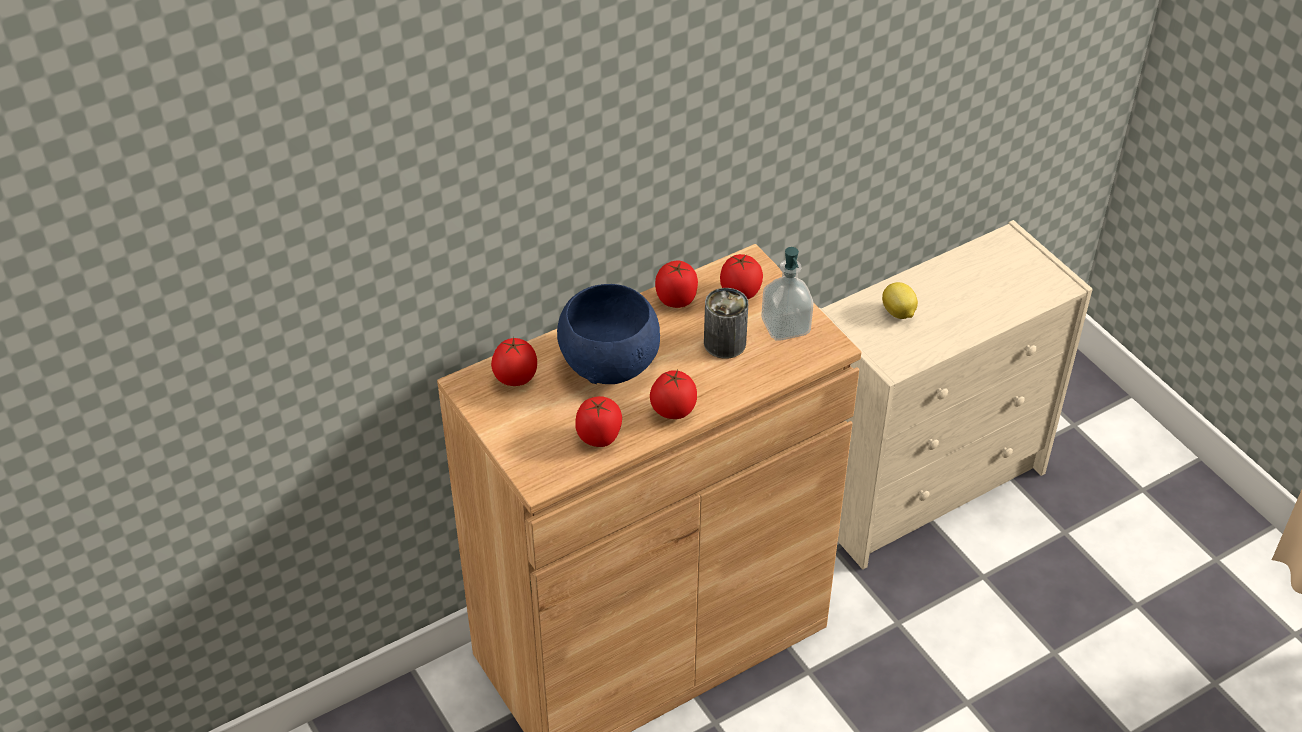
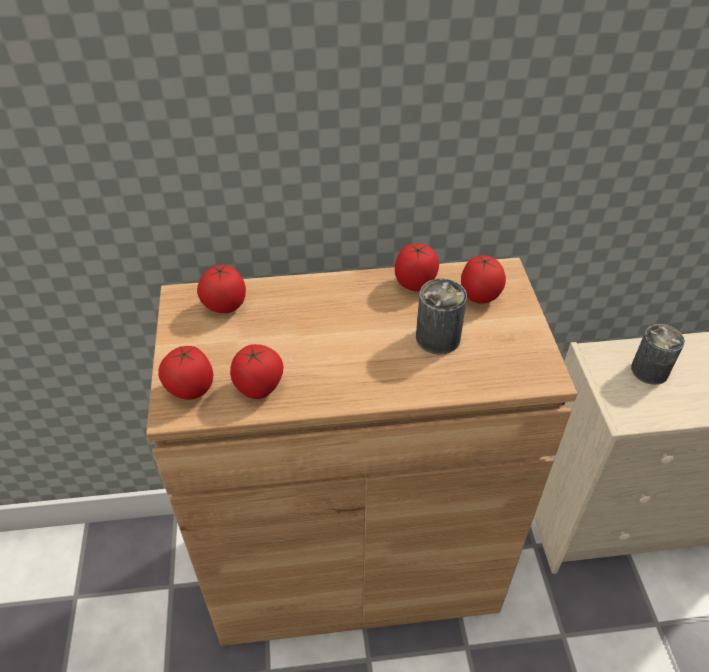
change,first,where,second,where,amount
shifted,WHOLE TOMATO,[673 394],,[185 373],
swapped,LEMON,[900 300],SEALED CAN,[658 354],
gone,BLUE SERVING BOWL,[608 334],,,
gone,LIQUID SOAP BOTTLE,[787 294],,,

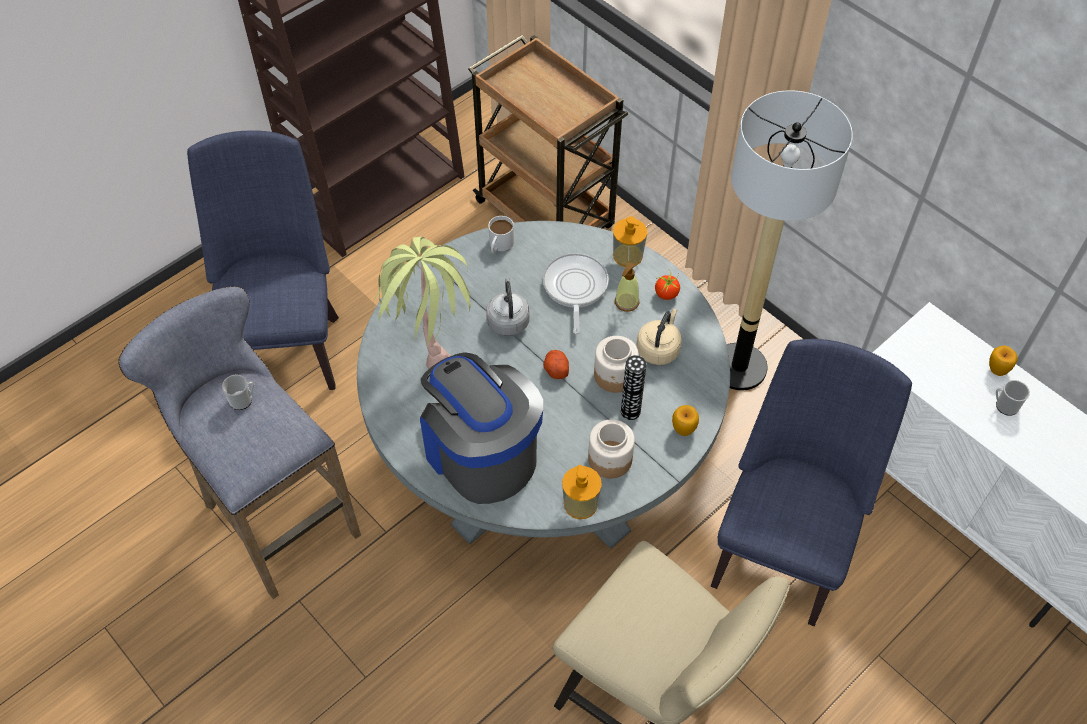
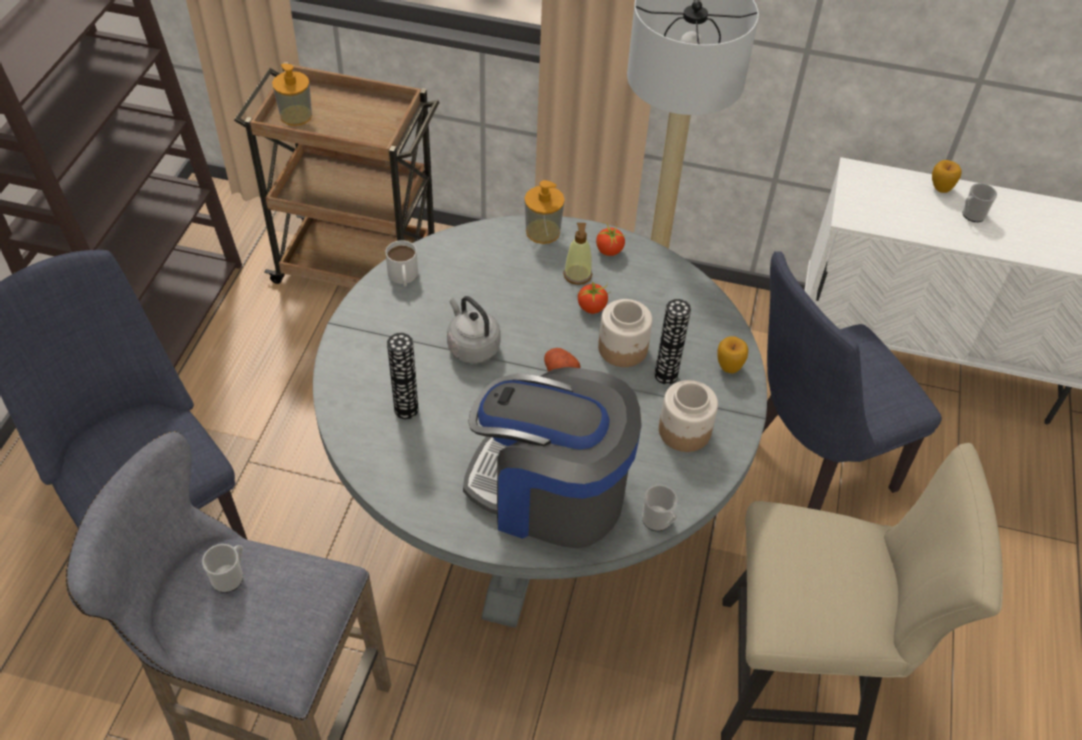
change,first,where,second,where,amount
shifted,LIQUID SOAP BOTTLE,[582 492],,[292 94],
swapped,PLANT IN A POT,[421 303],VASE,[403 376],
new,,,WHOLE TOMATO,[594 297],
new,,,MUG,[659 508],
rotated,BLUE UPRIGHT CHAIR,[811 482],,[852 380],105 degrees counterclockwise
gone,FRYING PAN,[576 293],,,
gone,BEIGE TEA KETTLE,[659 337],,,

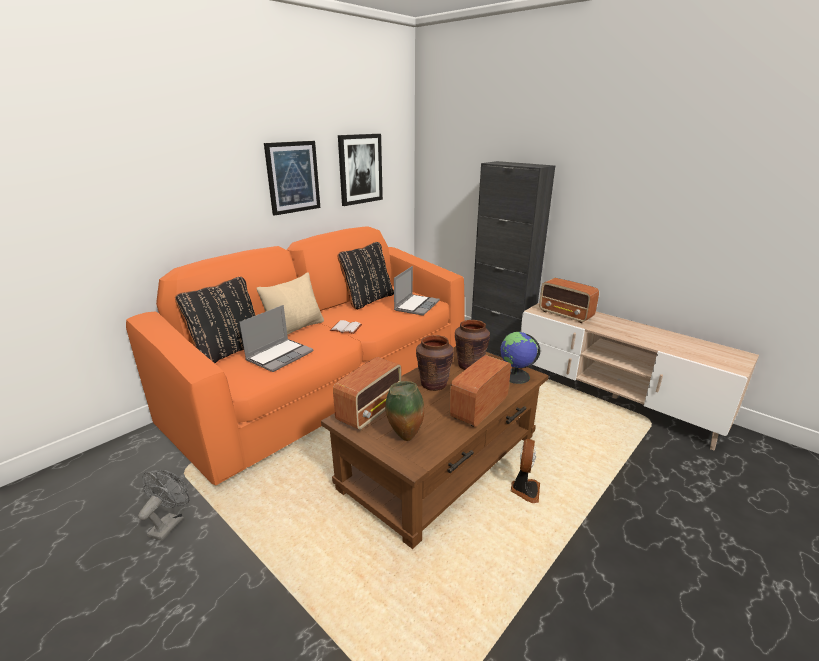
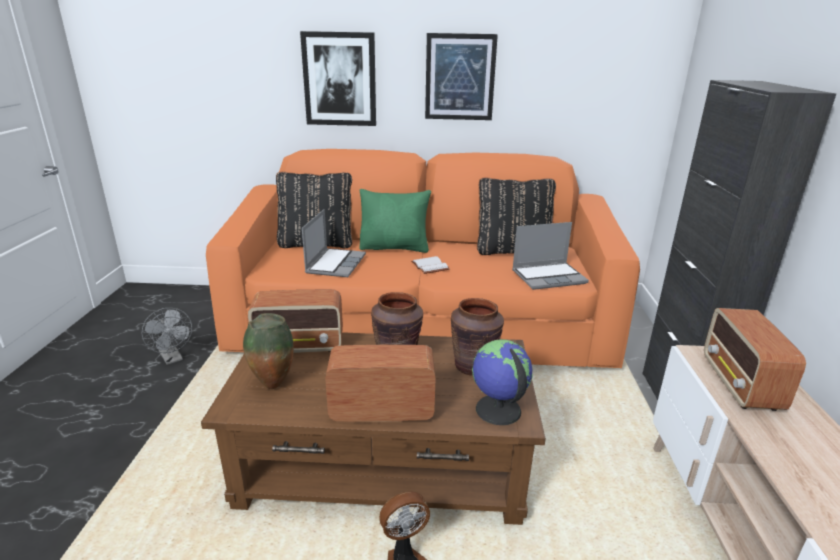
change,first,where,second,where,amount
rotated,GREYISH FAN,[163 505],,[167 336],75 degrees clockwise
shifted,PICTURE,[360 170],,[338 78],
rotated,PORTABLE COMPUTER,[276 338],,[334 243],75 degrees counterclockwise
repainted,BEIGE THROW PILLOW,[290 303],GREEN THROW PILLOW,[395 221],

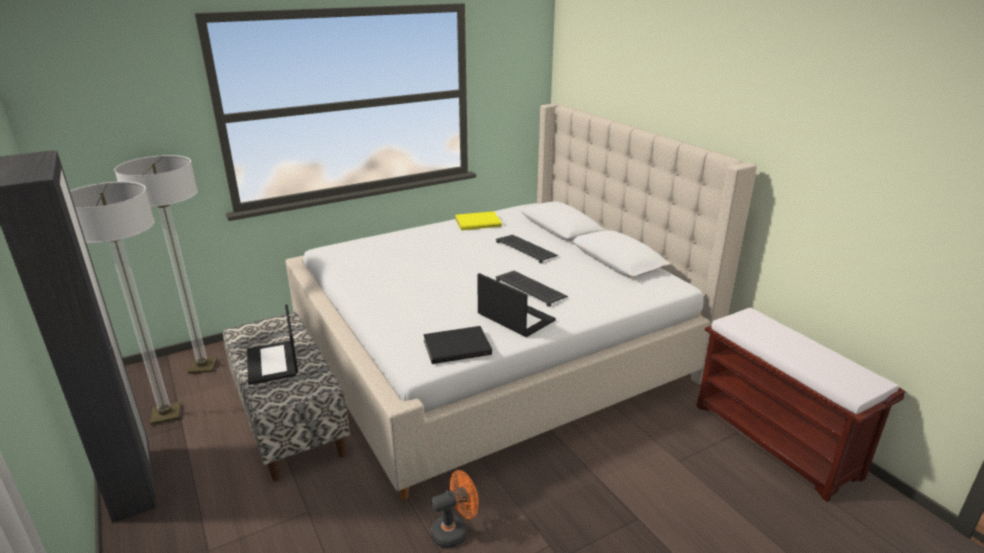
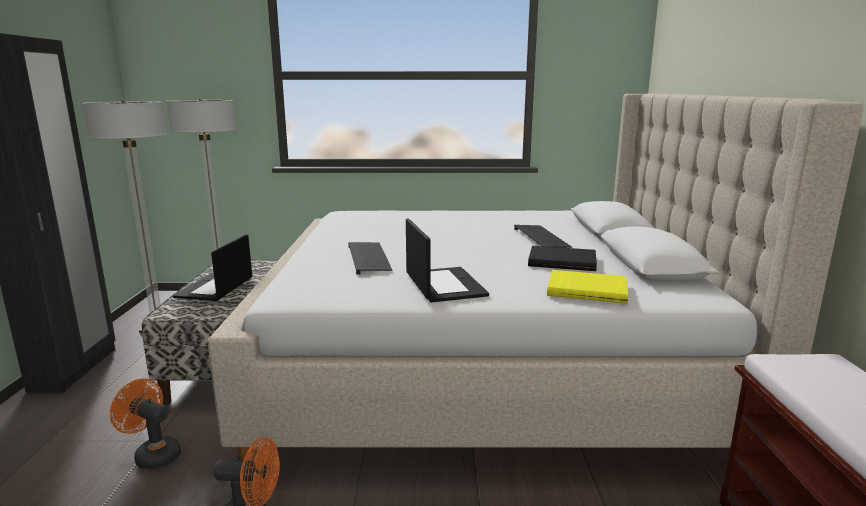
change,first,where,second,where,amount
new,,,ORANGE FAN,[145 424],
shifted,COMPUTER KEYBOARD,[531 289],,[370 258],
shifted,BLACKISH BOOK,[457 345],,[562 258],
shifted,YELLOWISH BOOK,[478 220],,[587 287],

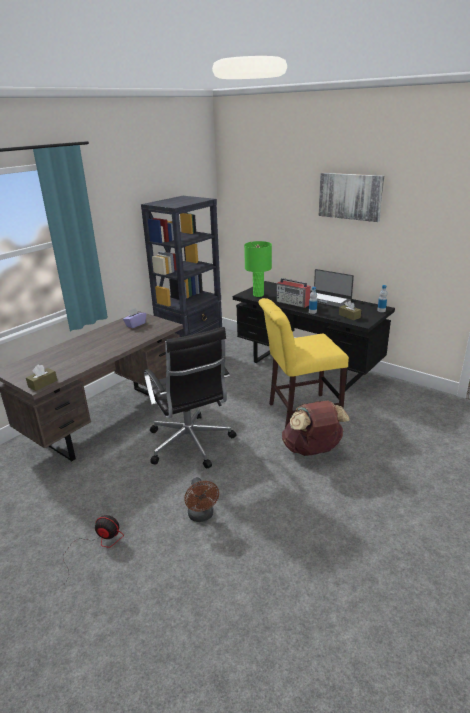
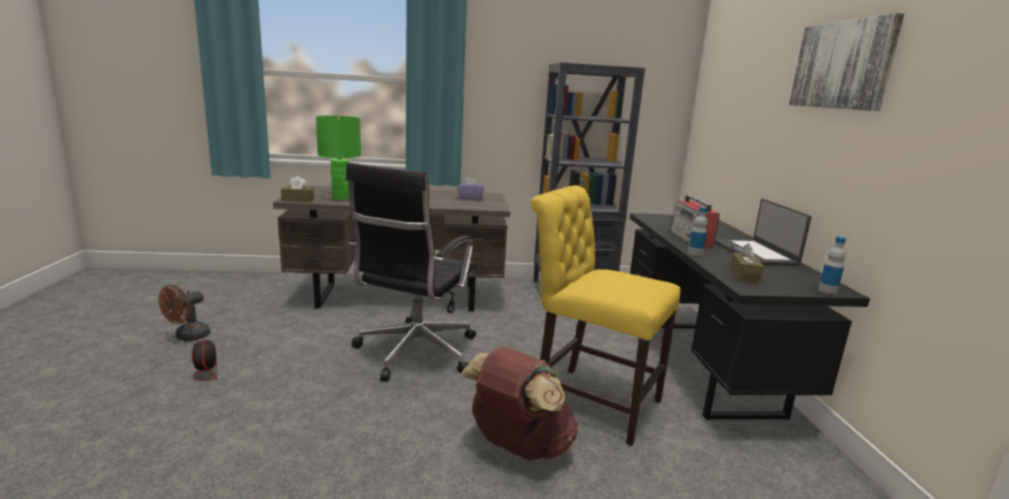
change,first,where,second,where,amount
shifted,BROWN FAN,[201 499],,[184 313],
shifted,GREEN TABLETOP LAMP,[258 269],,[338 158],

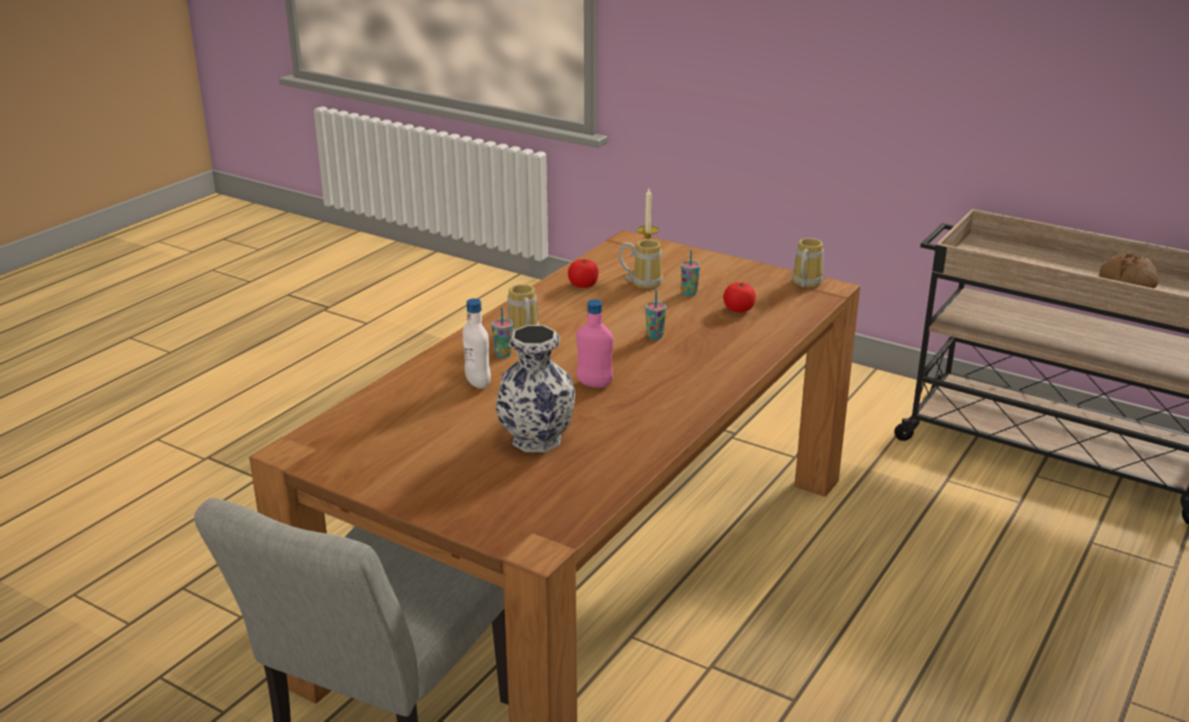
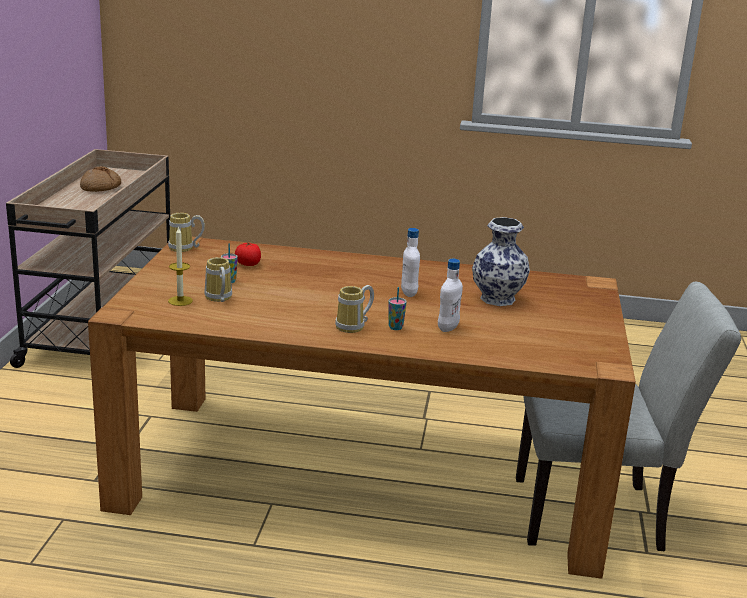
change,first,where,second,where,amount
repainted,PINK BOTTLE,[594 343],WHITE-COLOURED BOTTLE,[410 262],
gone,WHOLE TOMATO,[583 273],,,
gone,CUP,[656 315],,,

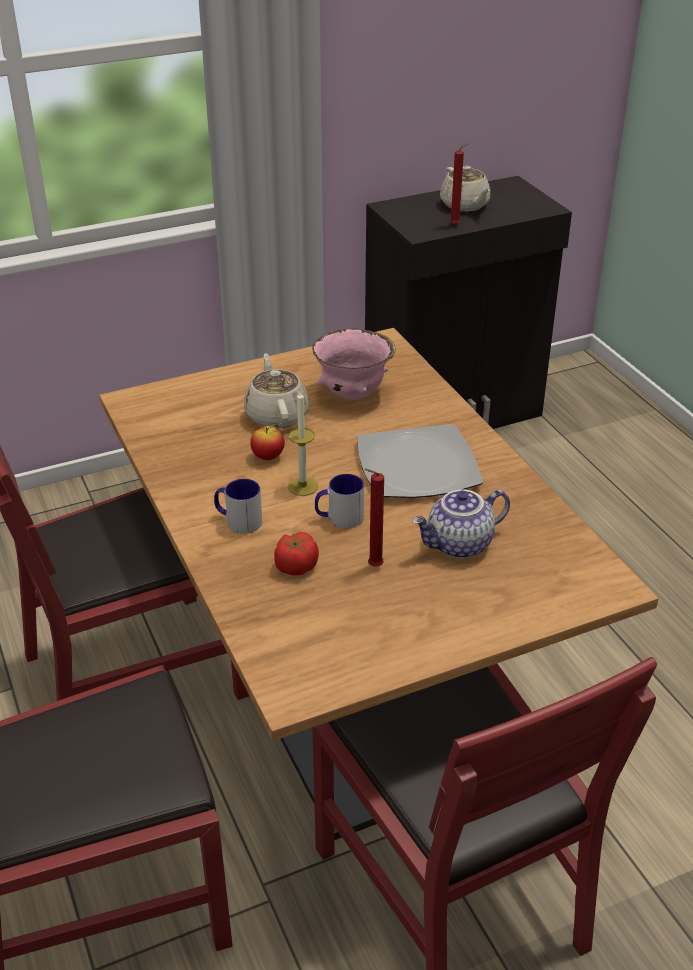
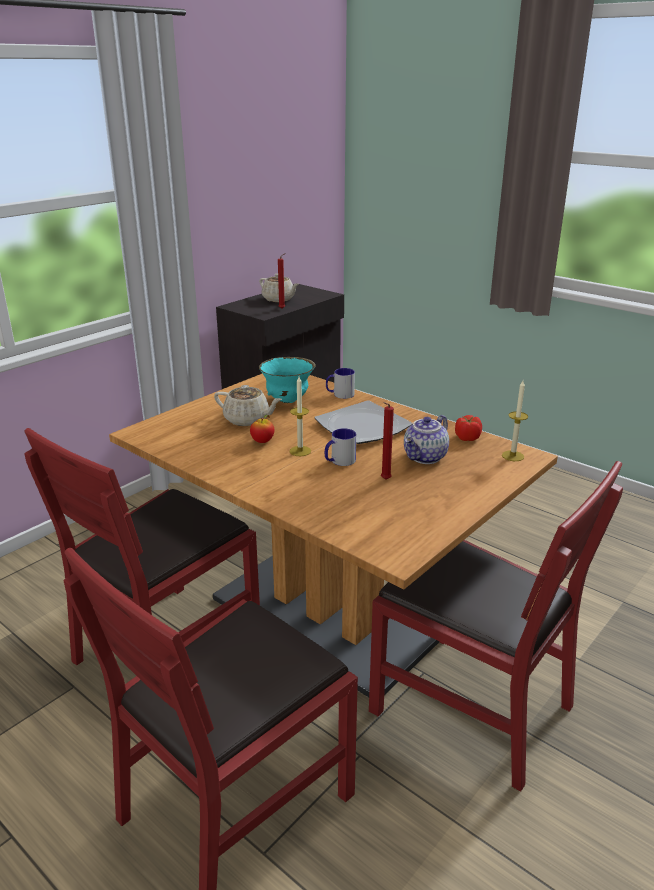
change,first,where,second,where,amount
rotated,BEIGE TEA POT,[276 391],,[248 405],150 degrees clockwise
repainted,PINK SERVING BOWL,[354 364],TURQUOISE-COLOURED SERVING BOWL,[287 380],
shifted,MUG,[238 506],,[340 383],
shifted,WHOLE TOMATO,[296 554],,[468 428],
new,,,WAX CANDLE,[515 421],

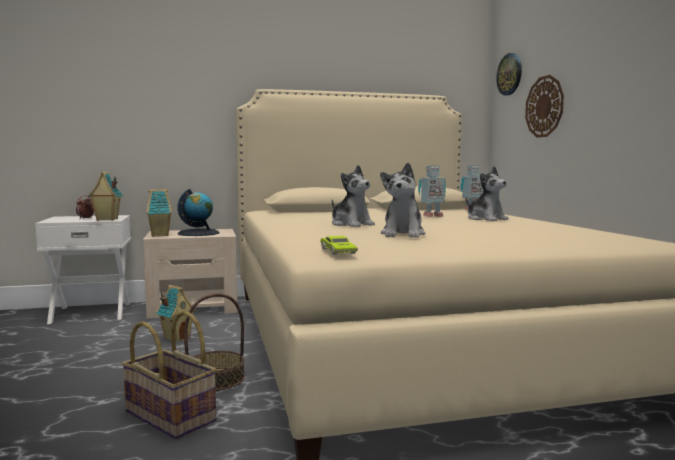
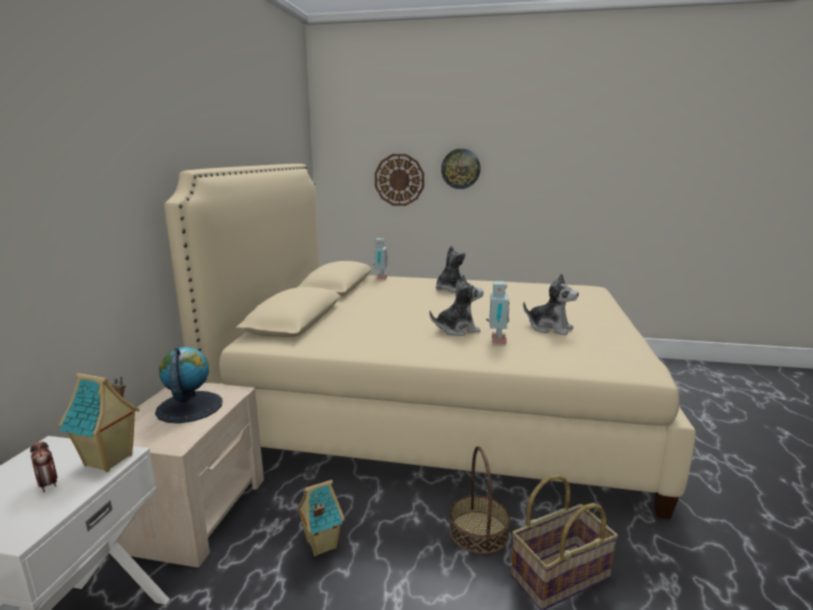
change,first,where,second,where,amount
rotated,SOFT TOY,[487 193],,[450 269],45 degrees counterclockwise
shifted,WALL CLOCK,[509 74],,[461 169],
shifted,TOY ROBOT,[432 191],,[498 312],
gone,TOY HOUSE,[159 213],,,
gone,GREEN TOY CAR,[339 245],,,

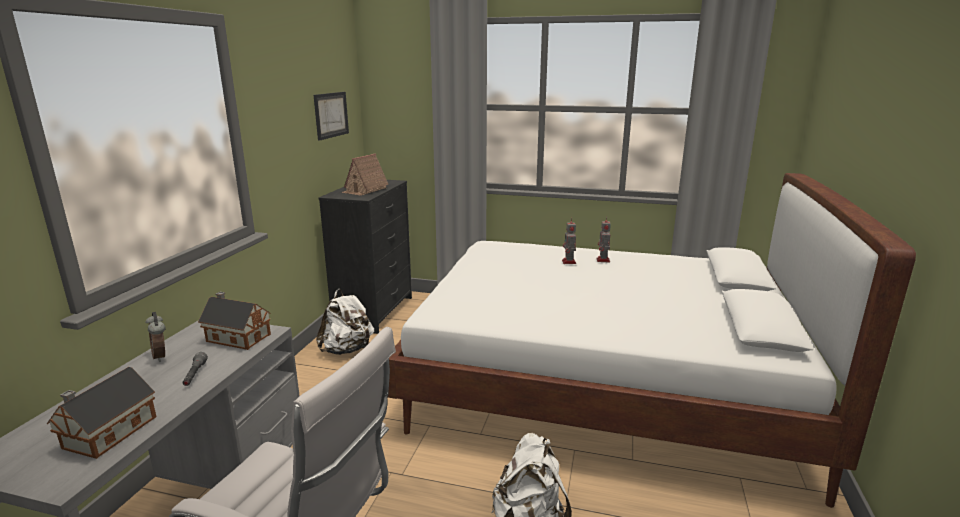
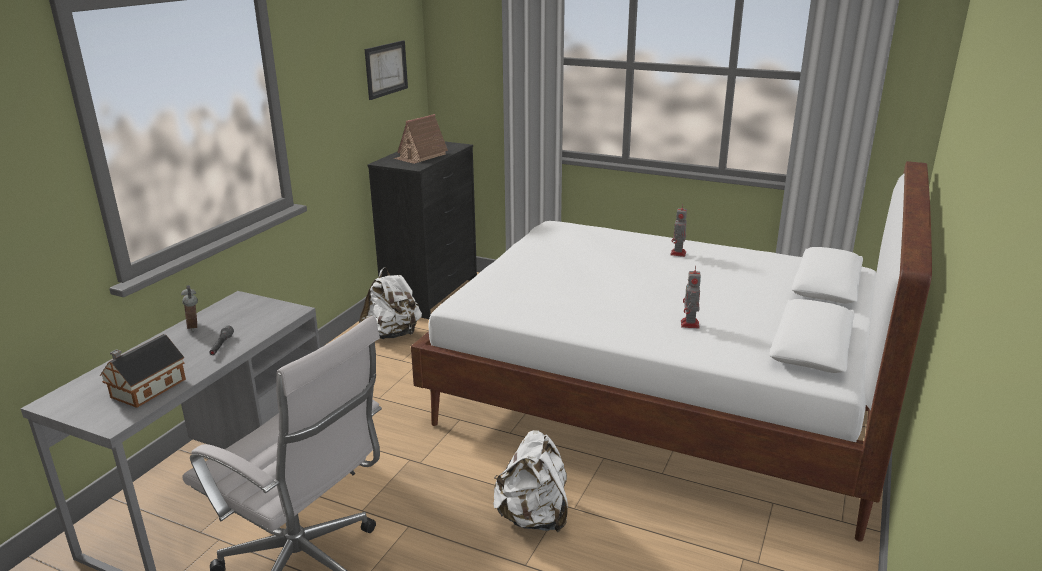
change,first,where,second,where,amount
shifted,TOY ROBOT,[569 241],,[691 297],
gone,TOY HOUSE,[234 321],,,

